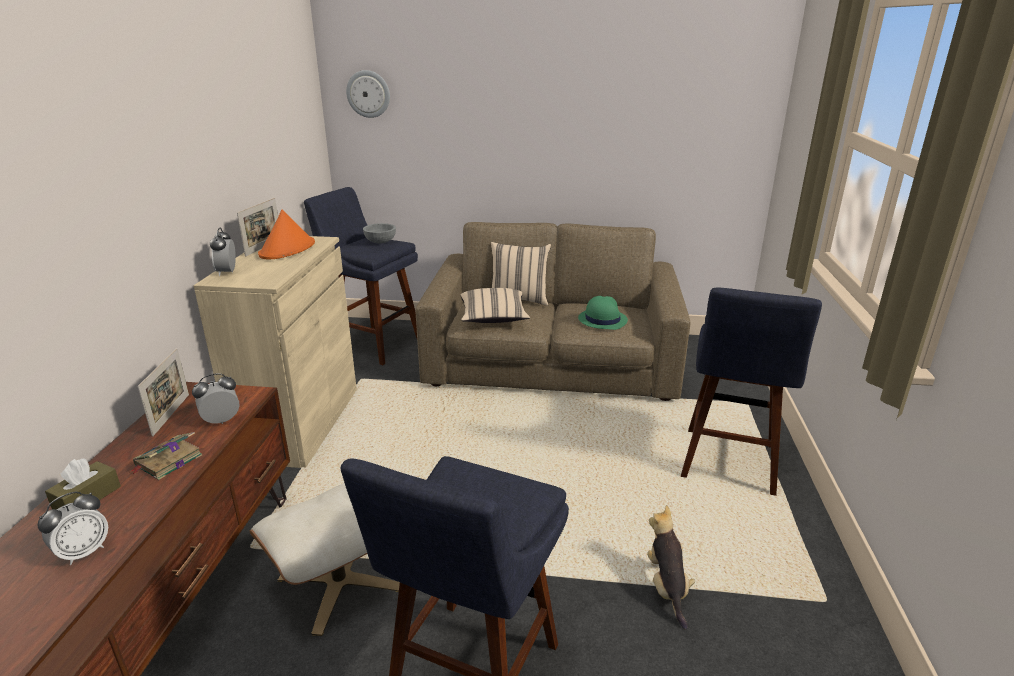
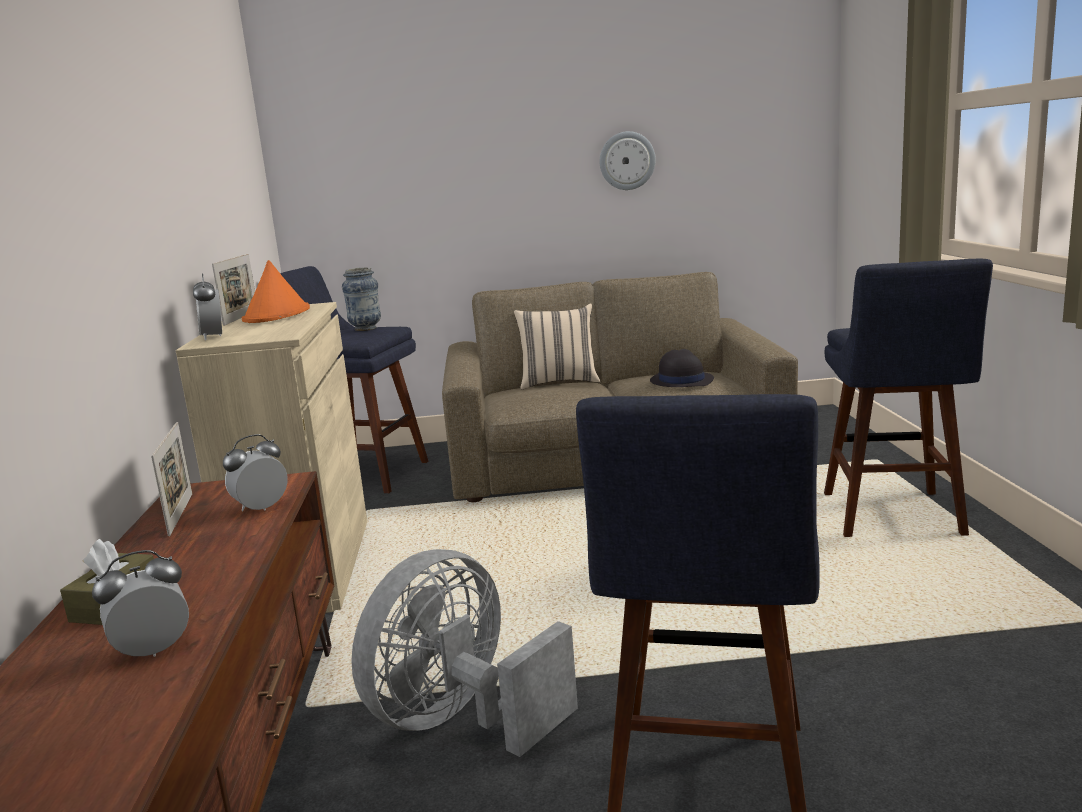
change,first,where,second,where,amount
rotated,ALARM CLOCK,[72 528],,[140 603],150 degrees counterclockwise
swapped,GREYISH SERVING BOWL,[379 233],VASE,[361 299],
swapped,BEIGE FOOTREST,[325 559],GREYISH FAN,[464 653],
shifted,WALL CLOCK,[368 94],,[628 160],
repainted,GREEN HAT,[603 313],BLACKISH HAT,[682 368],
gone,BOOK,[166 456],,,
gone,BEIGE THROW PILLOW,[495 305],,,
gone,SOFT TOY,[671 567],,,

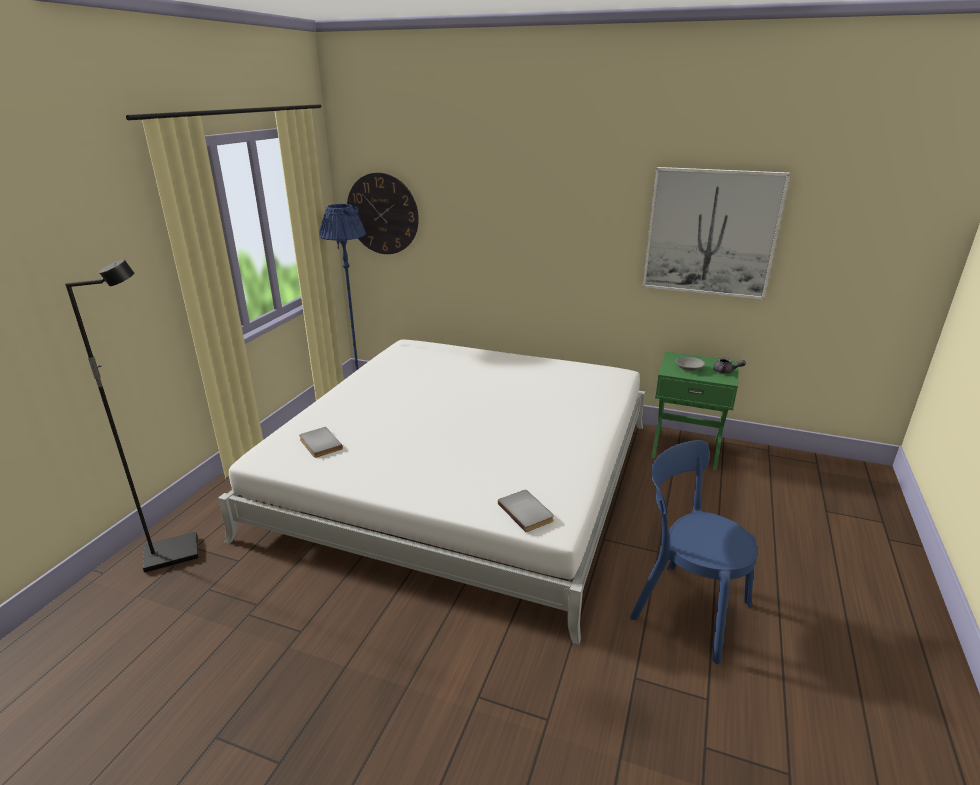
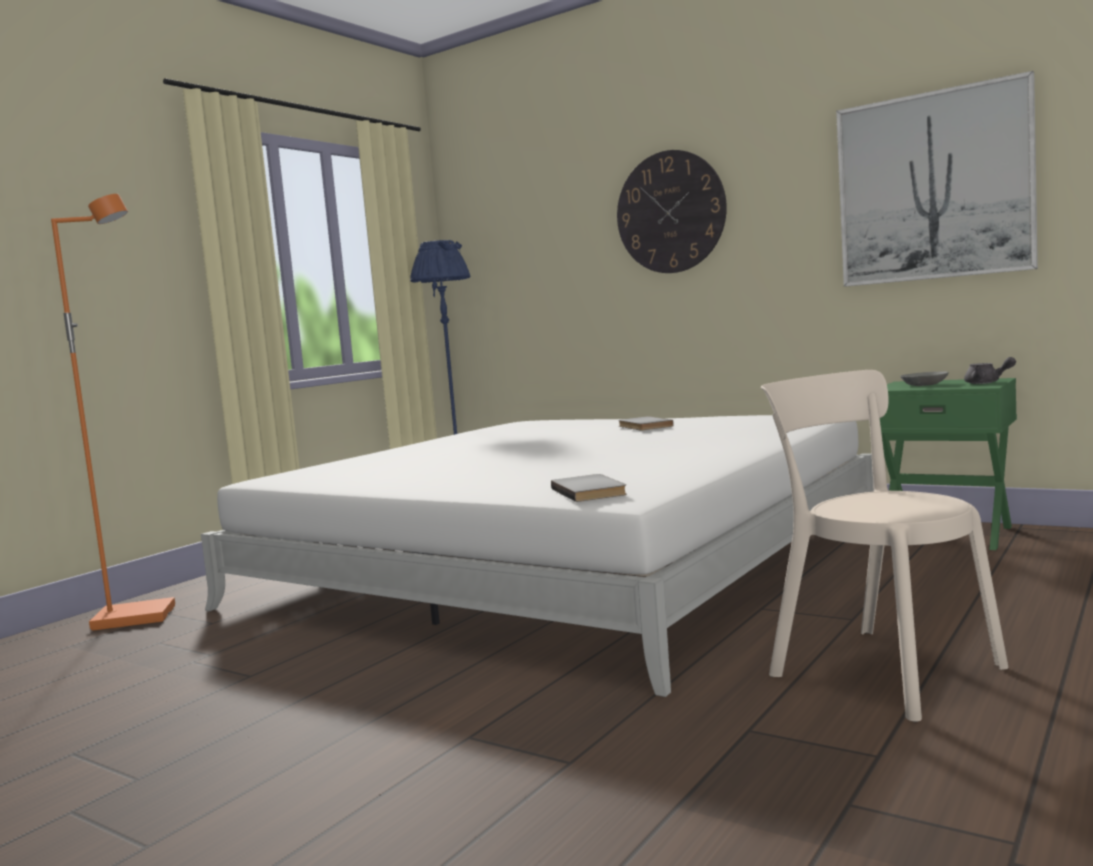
change,first,where,second,where,amount
repainted,BLACKISH STANDING LAMP,[132 416],ORANGE STANDING LAMP,[113 412],
shifted,WALL CLOCK,[383 213],,[672 211],
shifted,GREYISH BOOK,[321 442],,[646 423],
repainted,BLUE UPRIGHT CHAIR,[694 552],BEIGE UPRIGHT CHAIR,[884 546],

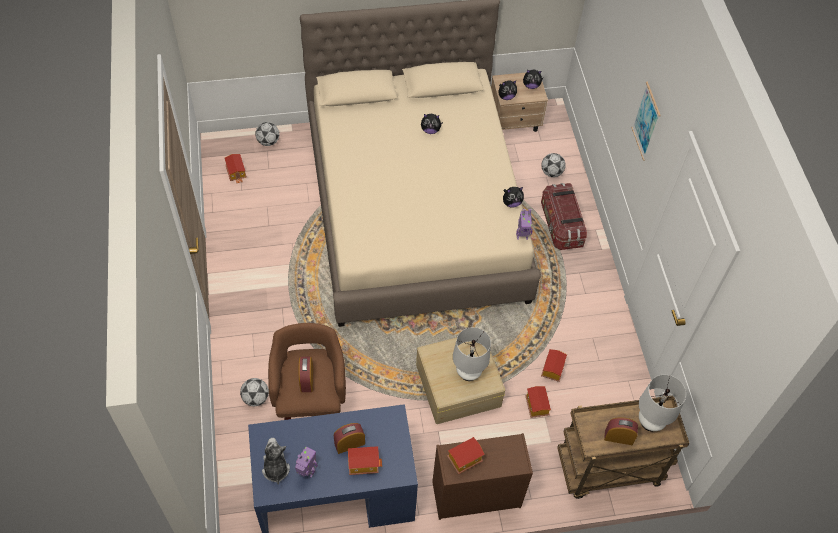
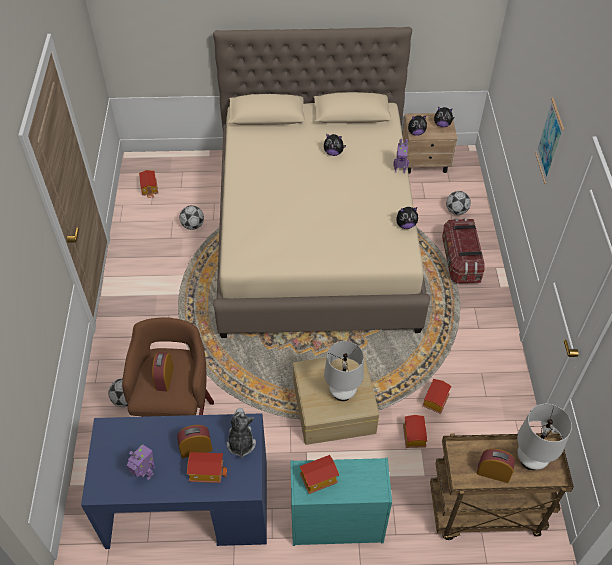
change,first,where,second,where,amount
shifted,BALL FOR FOOTBALL,[267 134],,[191 217],
shifted,SOFT TOY,[276 461],,[241 433],
repainted,BROWN CHEST OF DRAWERS,[482 476],TURQUOISE-COLOURED CHEST OF DRAWERS,[341 502],
shifted,TOY ROBOT,[524 224],,[401 156],

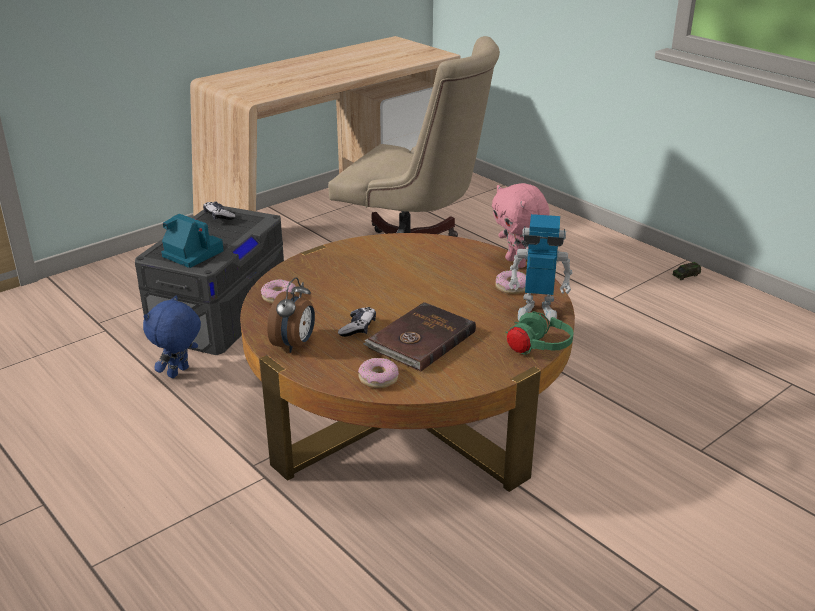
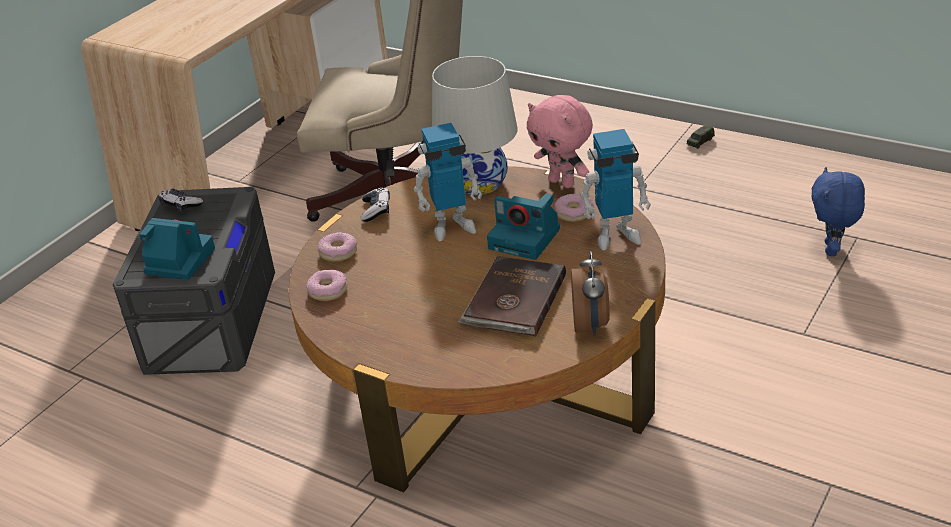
change,first,where,second,where,amount
shifted,RING DOUGHNUT,[378 373],,[337 247],
shifted,GAME CONTROLLER,[357 322],,[375 204],
new,,,TOY ROBOT,[448 182],
new,,,WHITE-COLOURED TABLETOP LAMP,[474 125],
new,,,STILL CAMERA,[523 226],
shifted,ALARM CLOCK,[291 315],,[590 293],
shifted,BLUE SOFT TOY,[172 336],,[838 211],
gone,GREEN HEADSET,[539 333],,,

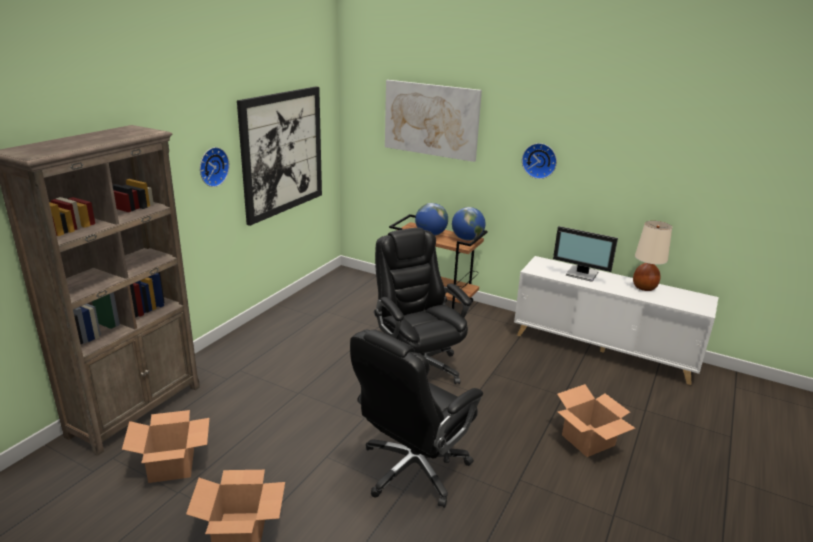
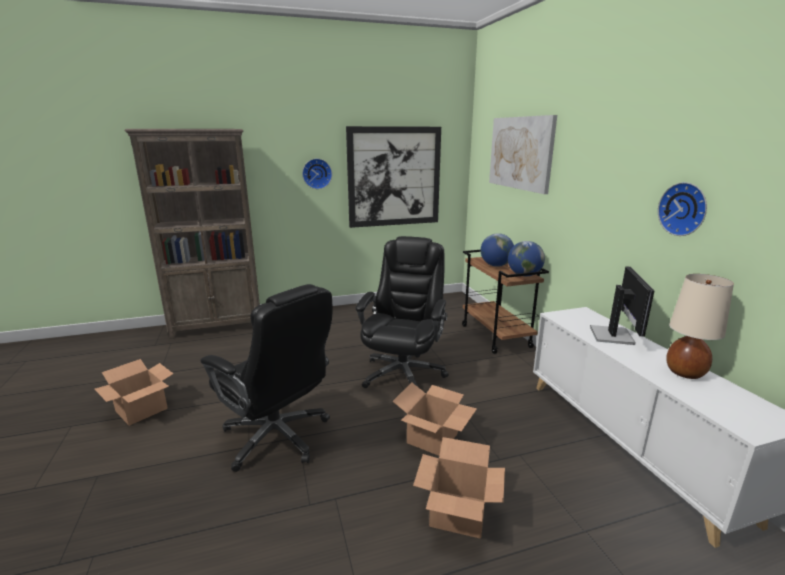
change,first,where,second,where,amount
rotated,BLACKISH DESK CHAIR,[416 419],,[266 378],135 degrees counterclockwise
shifted,CARTON,[165 446],,[434 419],
rotated,COMPUTER DISPLAY,[585 254],,[622 305],150 degrees counterclockwise
shifted,WALL CLOCK,[539 161],,[682 209],

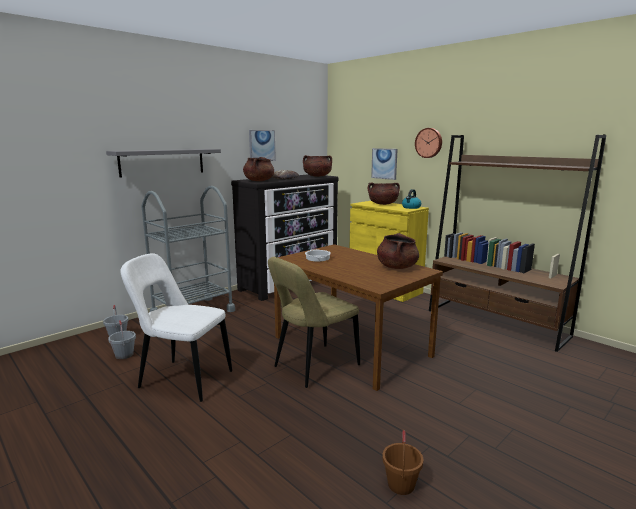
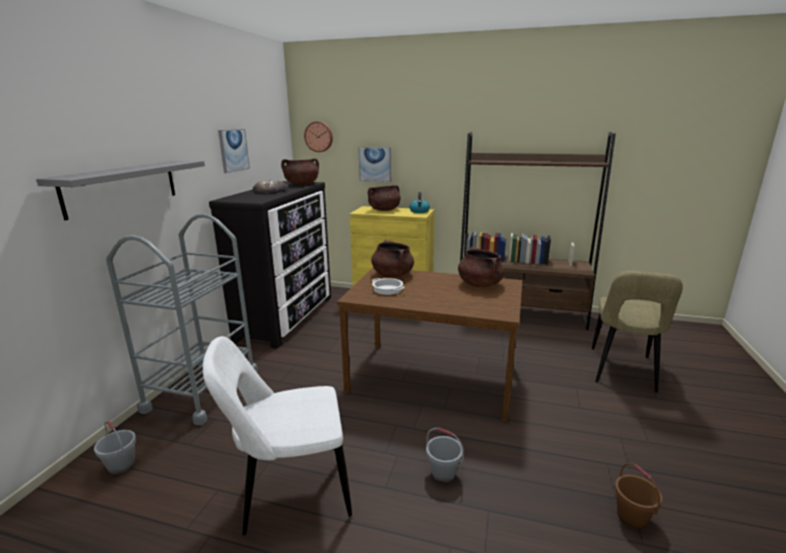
change,first,where,second,where,amount
shifted,WALL CLOCK,[428 143],,[318 136],
shifted,BROWN STOCKPOT,[258 169],,[392 258],
shifted,GREYISH PAIL,[122 339],,[445 455],
shifted,BEIGE UPRIGHT CHAIR,[314 322],,[637 332],

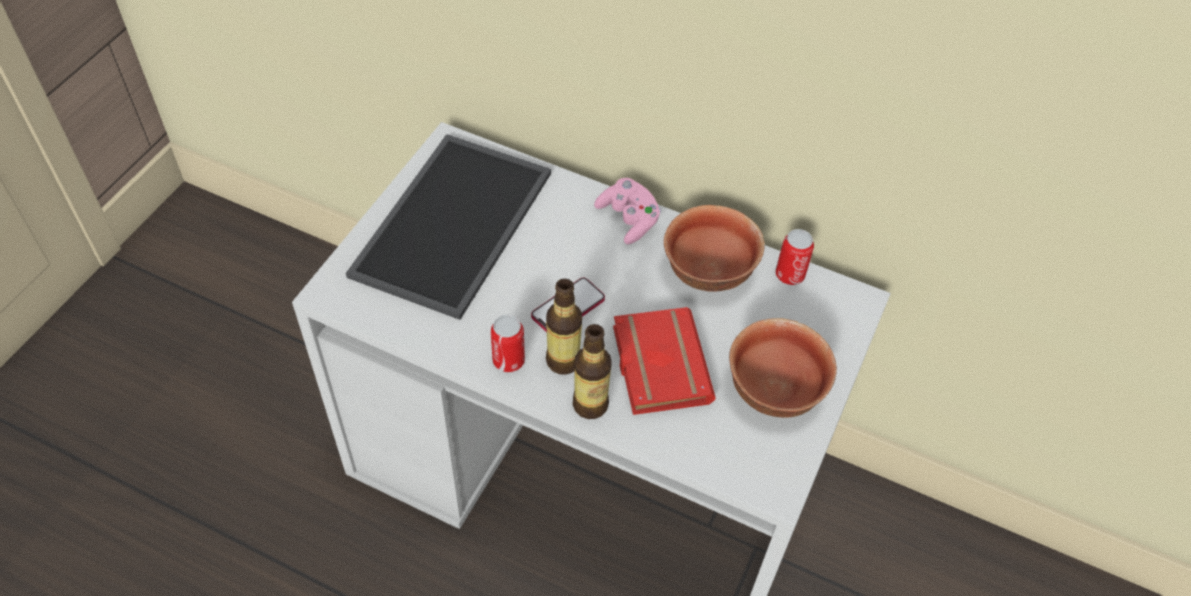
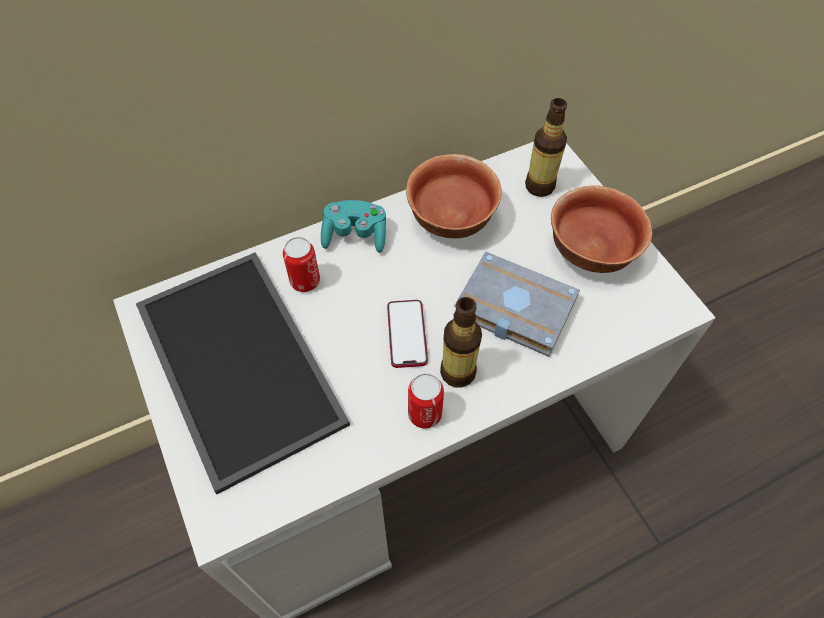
change,first,where,second,where,amount
shifted,SEALED CAN,[794 257],,[301 264],
repainted,PINK GAME CONTROLLER,[627 211],TURQUOISE-COLOURED GAME CONTROLLER,[353 226],
repainted,RED BOOK,[664 361],GREYISH BOOK,[516 304],
shifted,BOTTLE,[592 371],,[546 147],

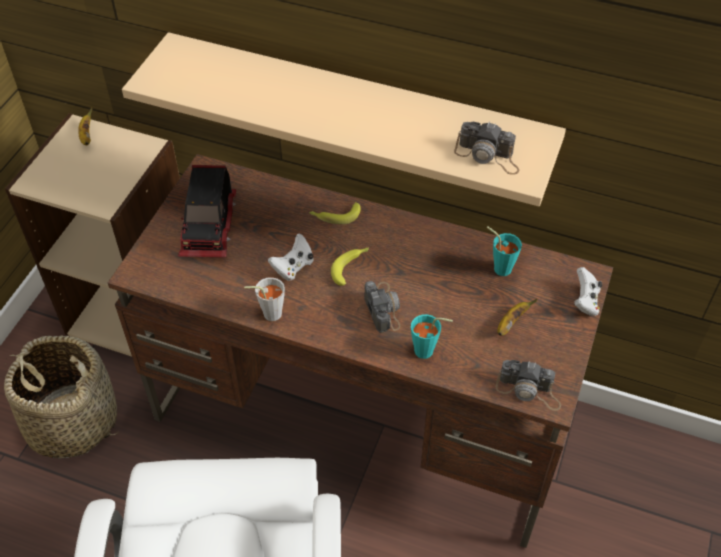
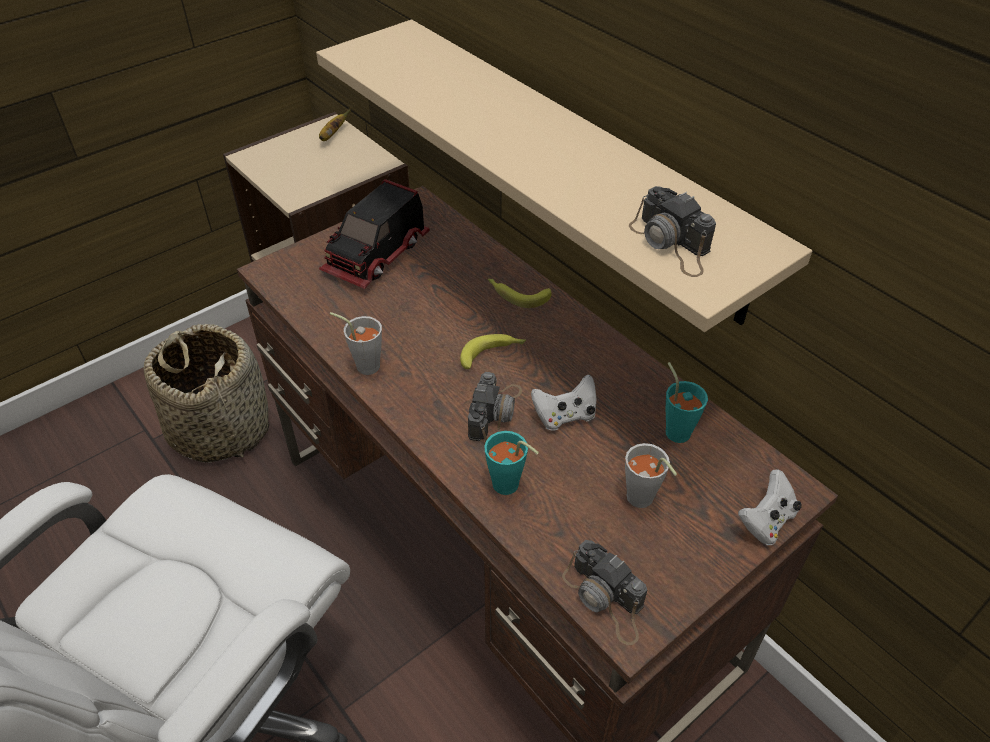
change,first,where,second,where,amount
shifted,WHITE-COLOURED GAME CONTROLLER,[290 257],,[564 402],
swapped,BANANA FRUIT,[518 317],GREYISH CUP,[651 475],

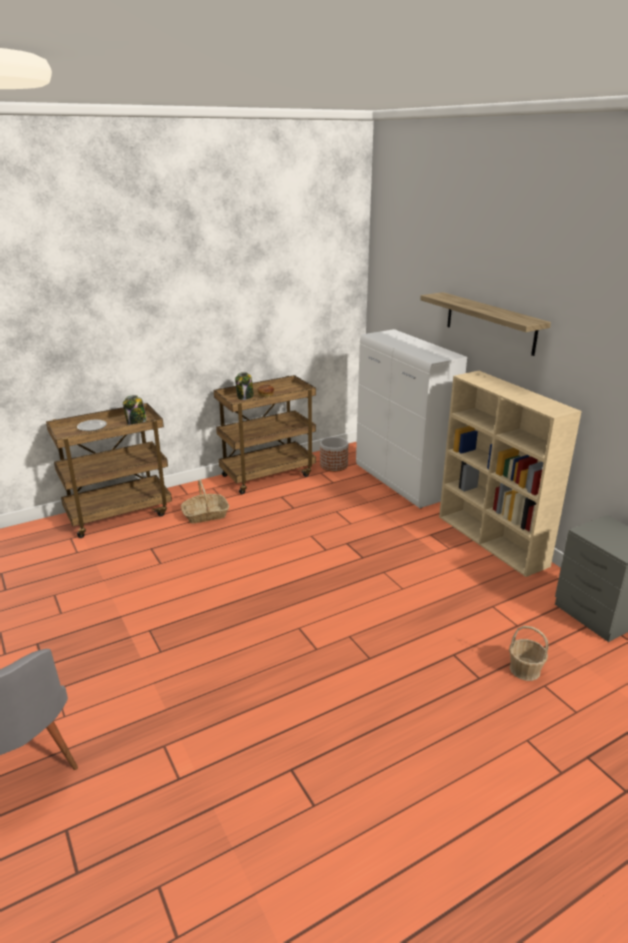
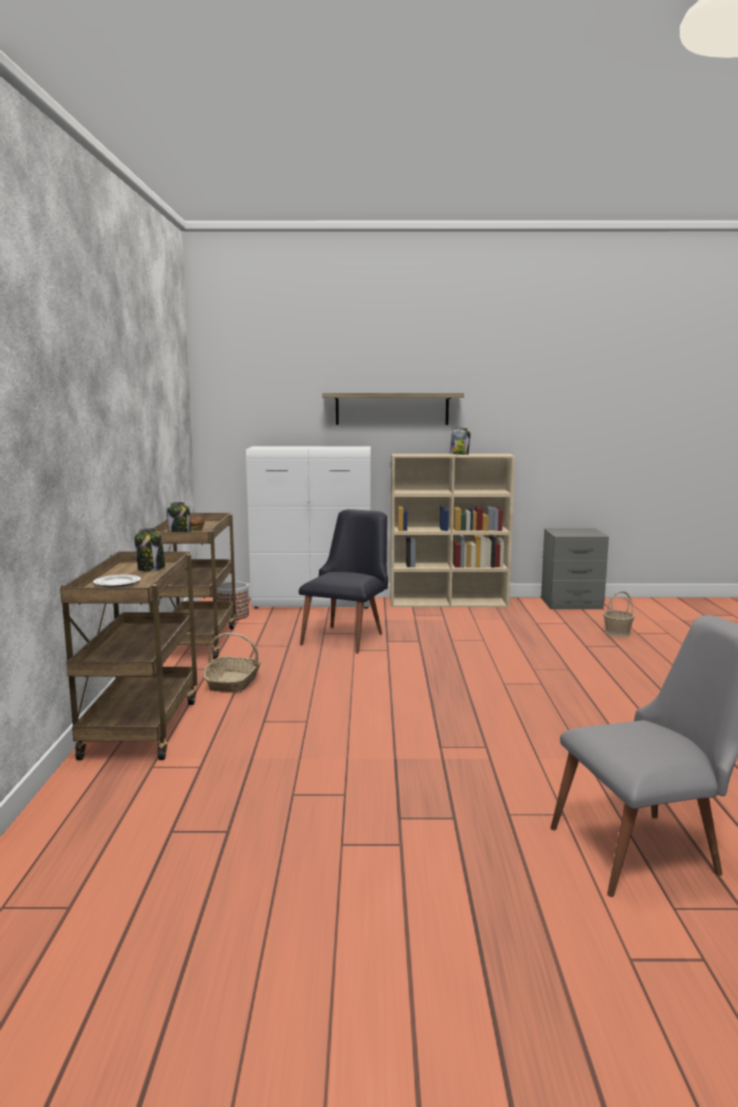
change,first,where,second,where,amount
new,,,BLACKISH UPRIGHT CHAIR,[343 581],
new,,,STORAGE JAR,[460 441],

